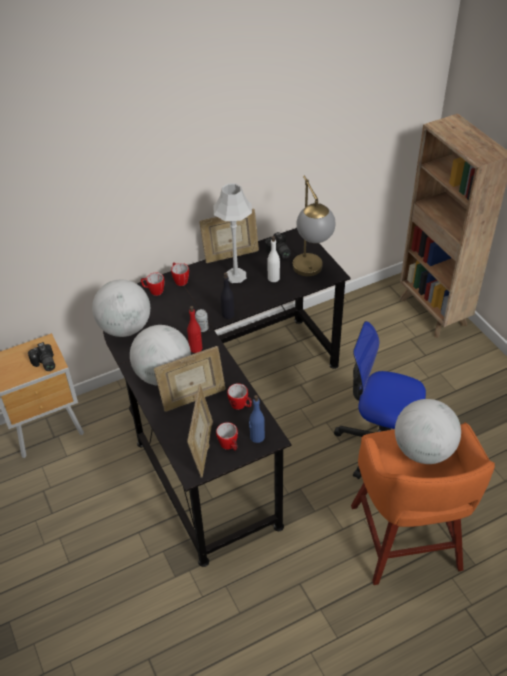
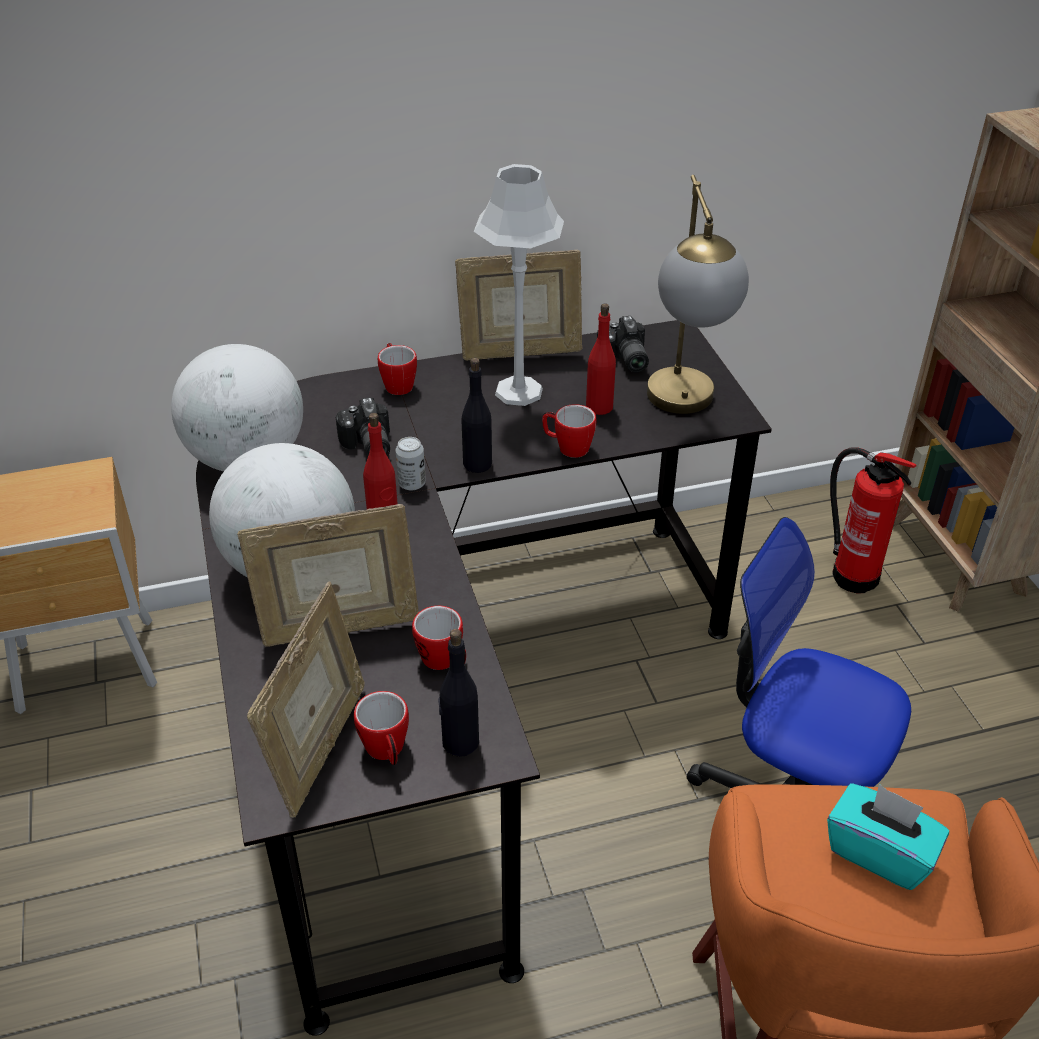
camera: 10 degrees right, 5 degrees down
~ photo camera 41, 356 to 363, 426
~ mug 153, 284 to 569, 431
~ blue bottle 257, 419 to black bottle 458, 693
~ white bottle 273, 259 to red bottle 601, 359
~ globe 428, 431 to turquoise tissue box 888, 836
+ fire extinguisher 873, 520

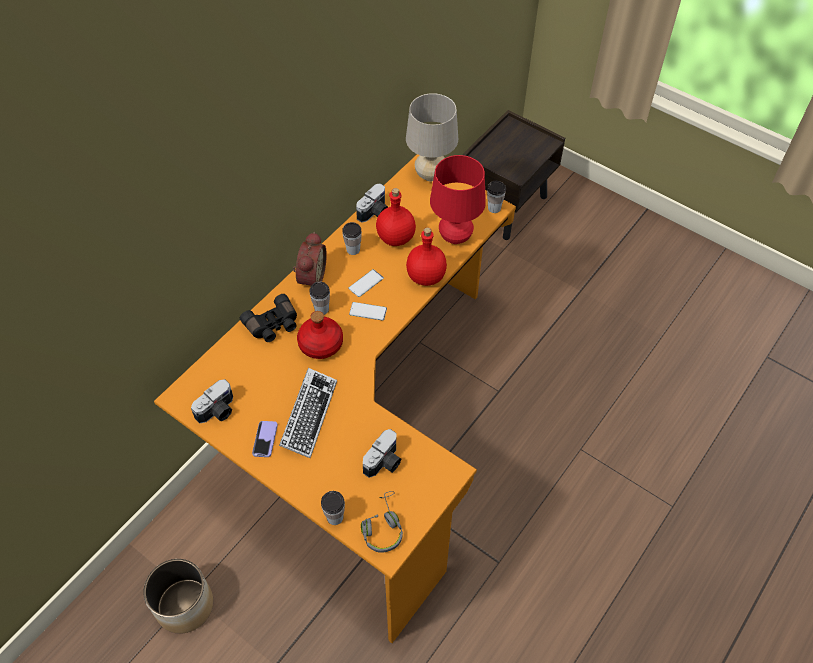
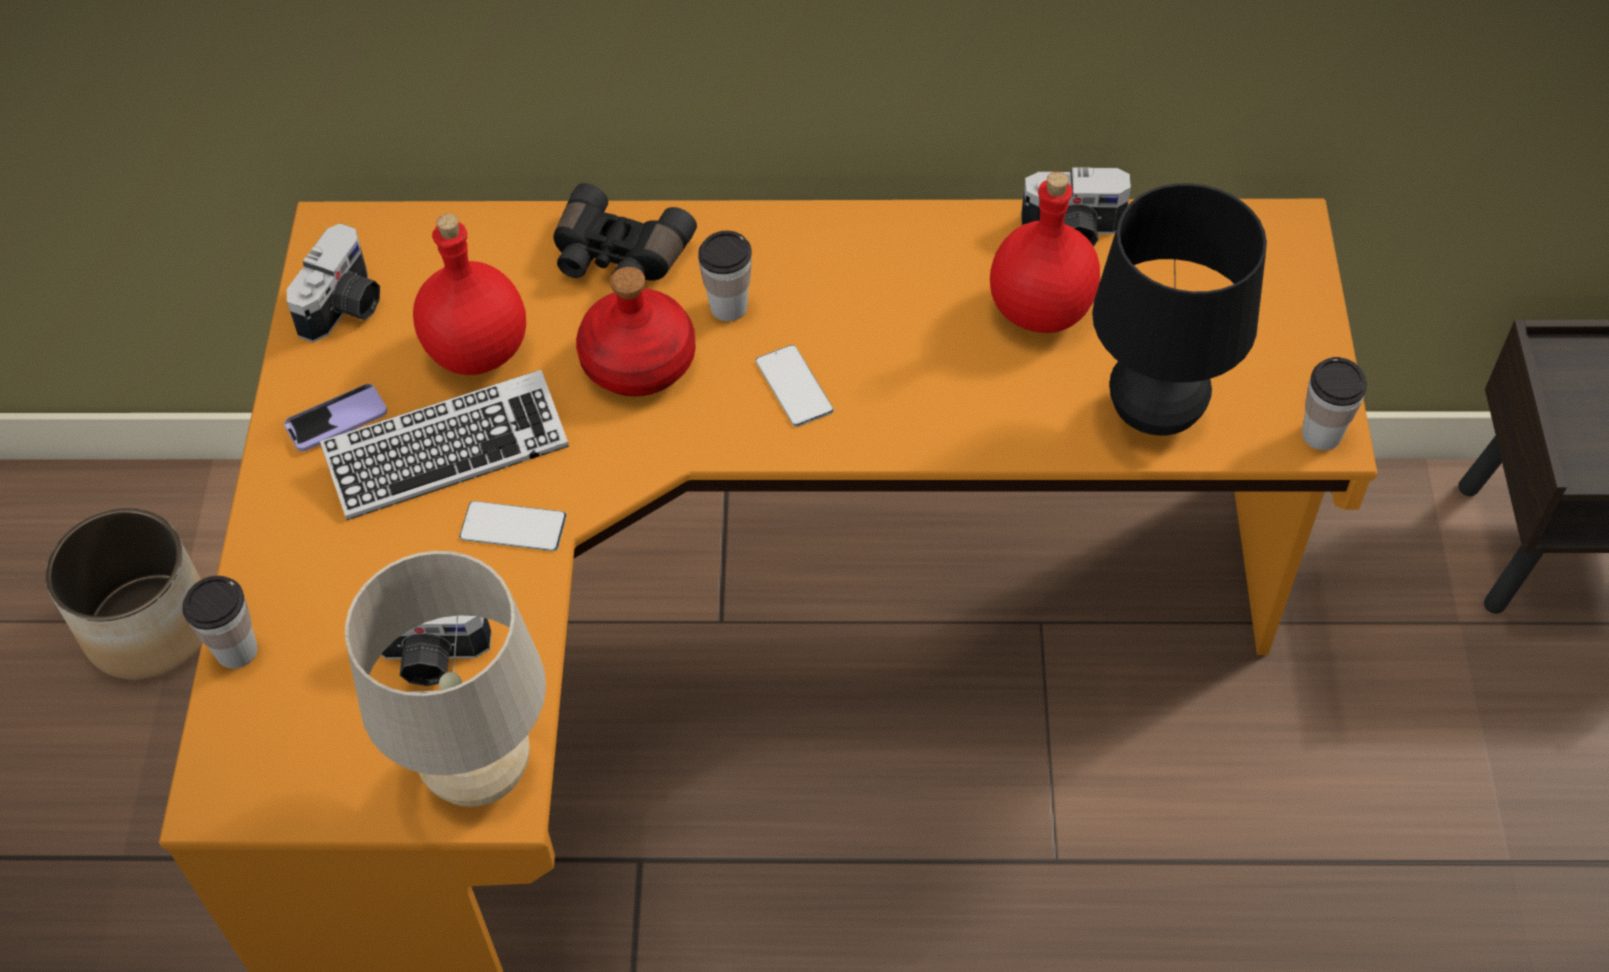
camera: 55 degrees right, 0 degrees up
~ photo camera 212, 401 = 333, 283 75 degrees counterclockwise
- alarm clock 310, 259
- cup 352, 238
~ phone 366, 283 to 513, 526
- grey headphones 382, 522
~ beige table lamp 432, 137 to 445, 679
~ red bottle 426, 256 to 469, 294
~ red table lamp 458, 199 to black table lamp 1179, 309

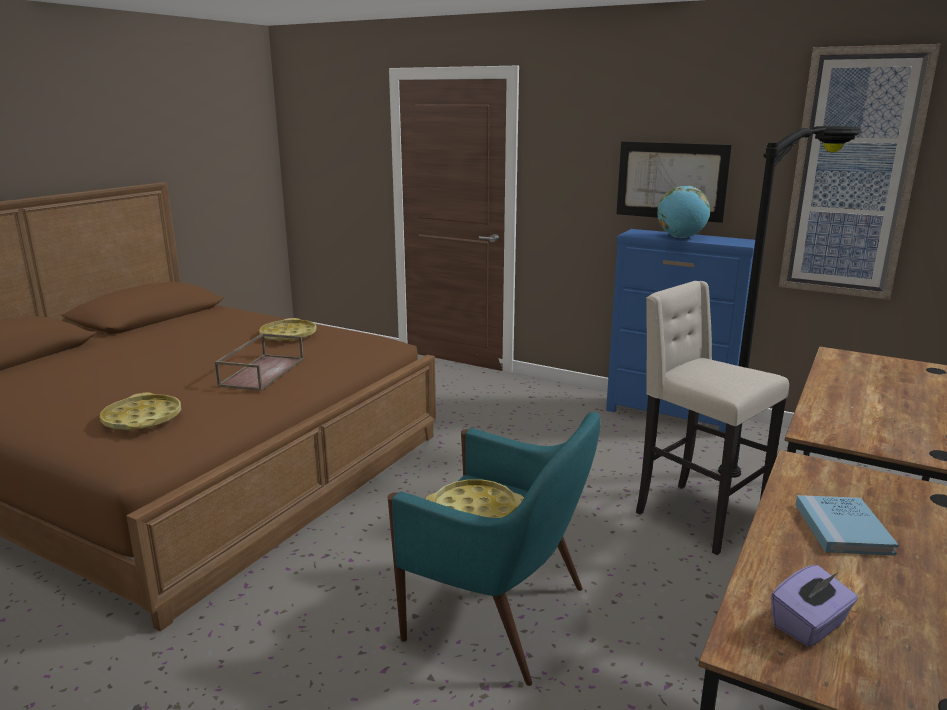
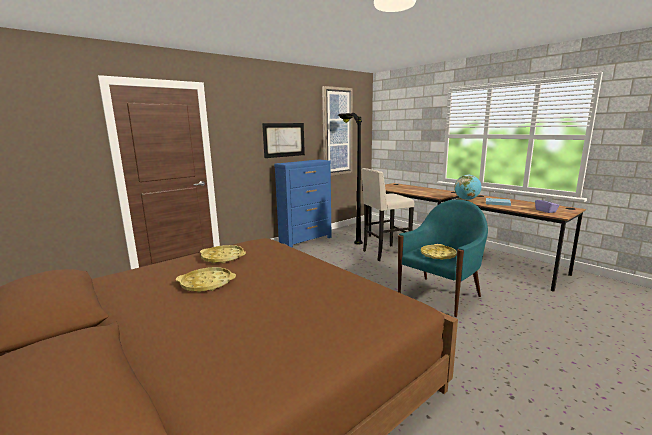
camera: 70 degrees left, 5 degrees down
~ yellow tray 140, 411 to 206, 279
- brown tray 259, 362
~ globe 683, 212 to 467, 187

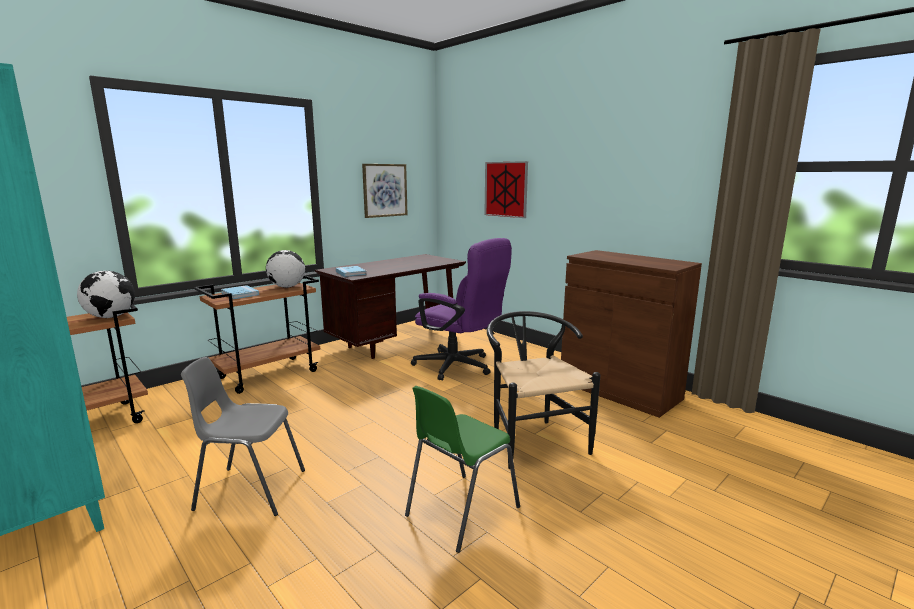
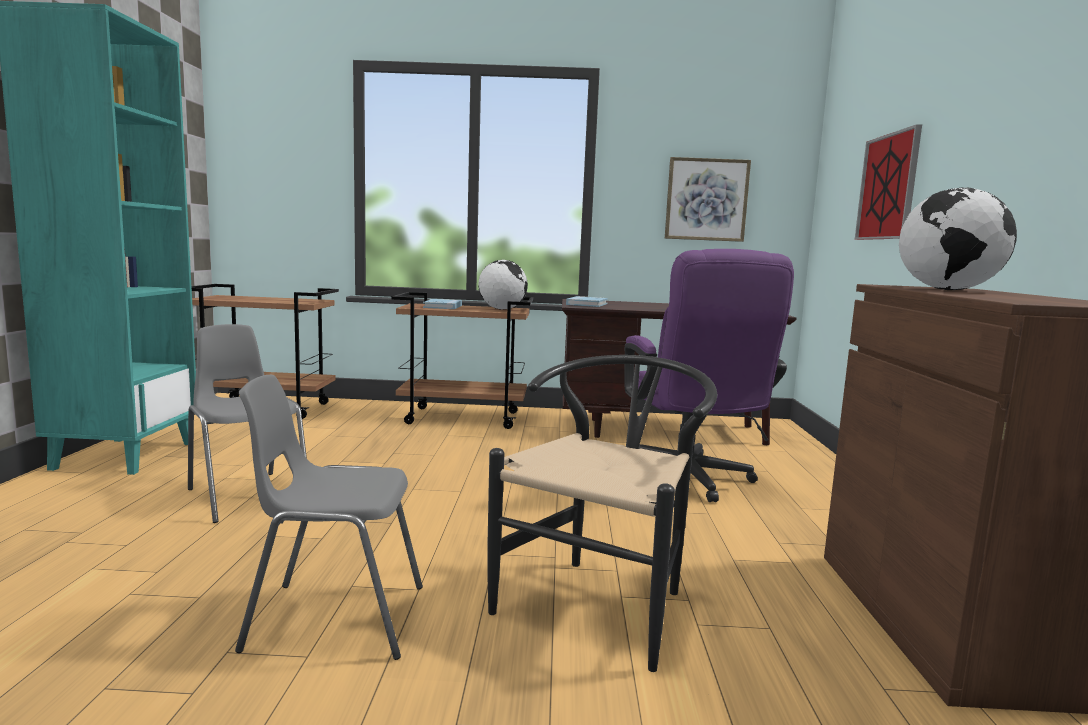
camera: 45 degrees right, 5 degrees down
~ globe 106, 294 to 958, 239
~ green chair 462, 469 to grey chair 329, 517

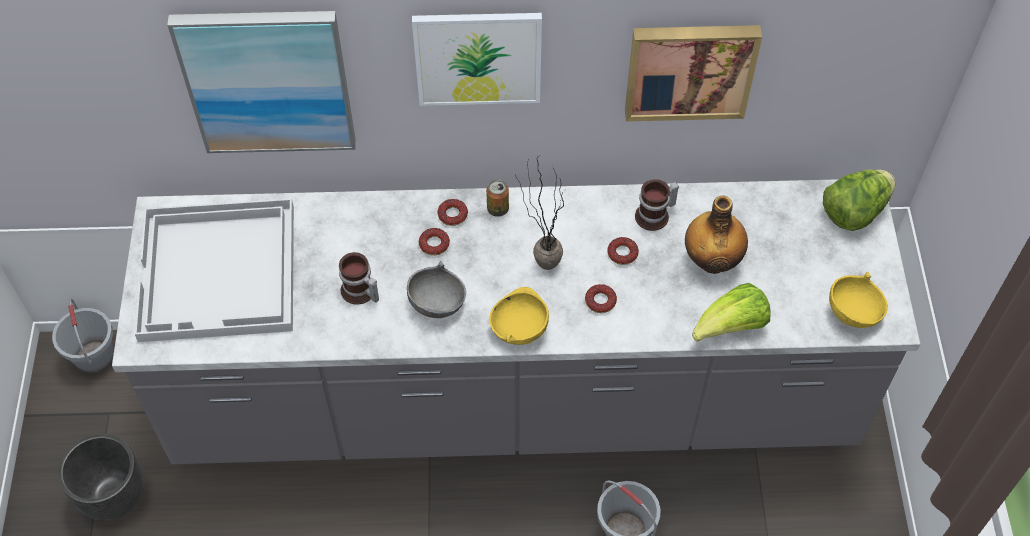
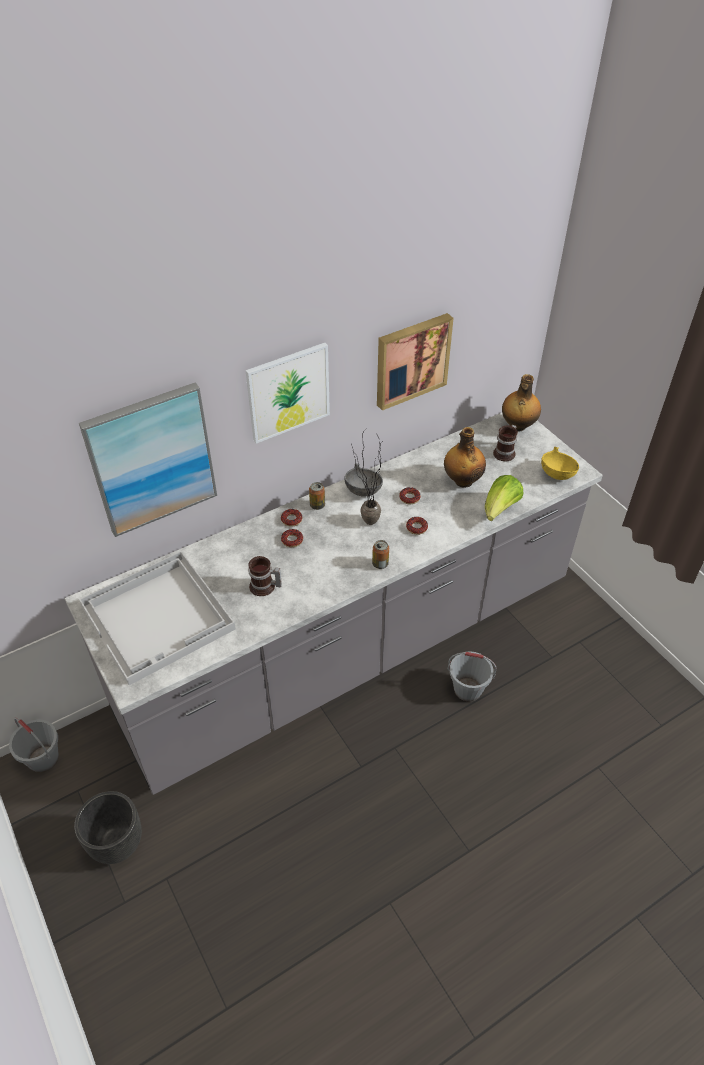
camera: 30 degrees left, 10 degrees down
~ grey bowl 436, 289 to 363, 480
~ yellow bowl 519, 316 to can 380, 554
~ mug 657, 205 to 505, 443
~ lettuce 859, 200 to bottle 521, 403

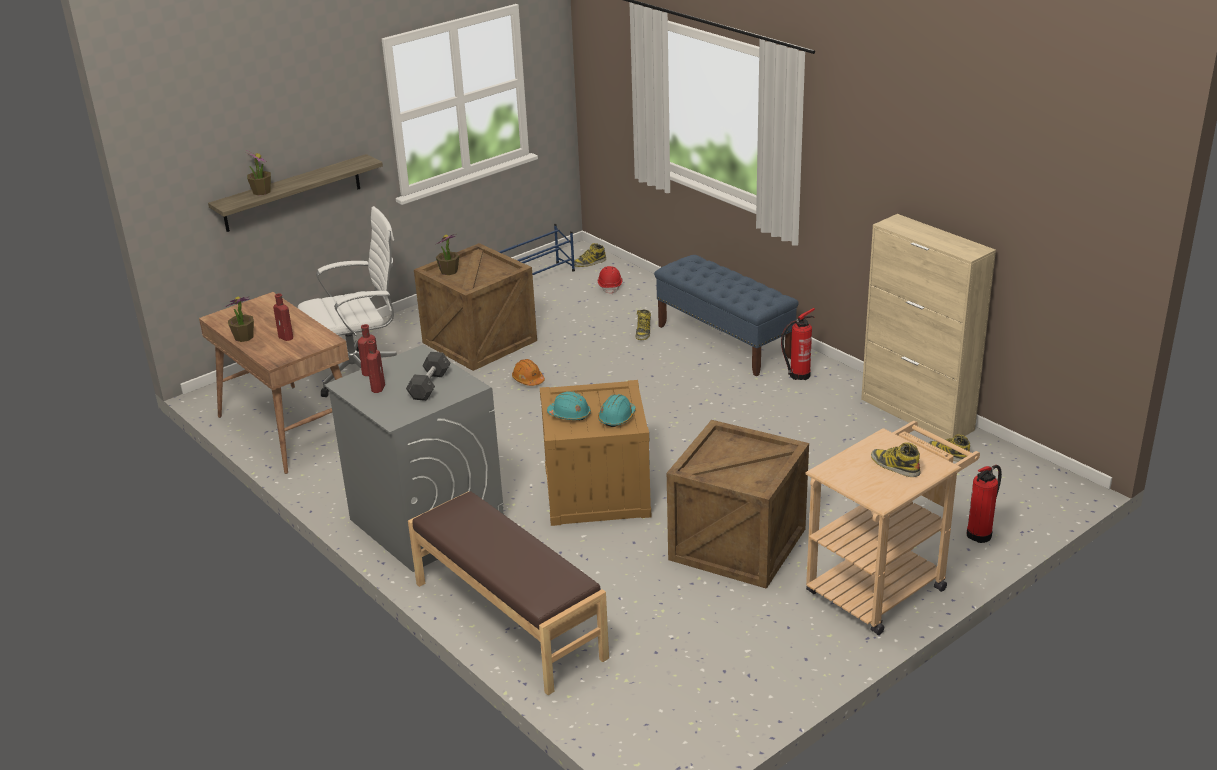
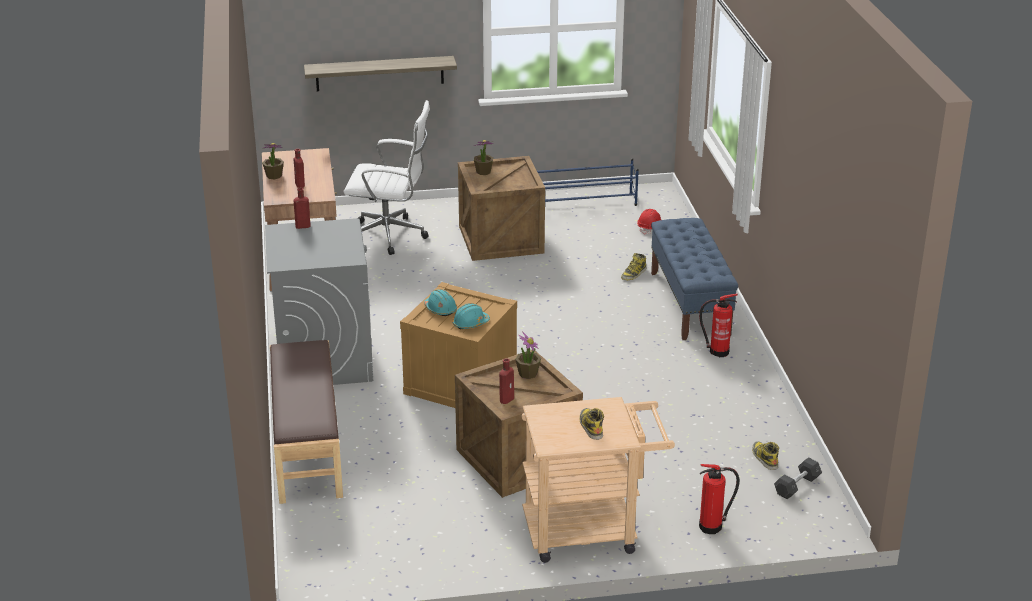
camera: 30 degrees right, 0 degrees up
~ potted plant 259, 174 to 528, 355
~ red bottle 375, 366 to 506, 381
~ grey dumbbell 428, 376 to 798, 478
- orange hard hat 528, 372
- boot 590, 255
- beige cabinet 928, 326

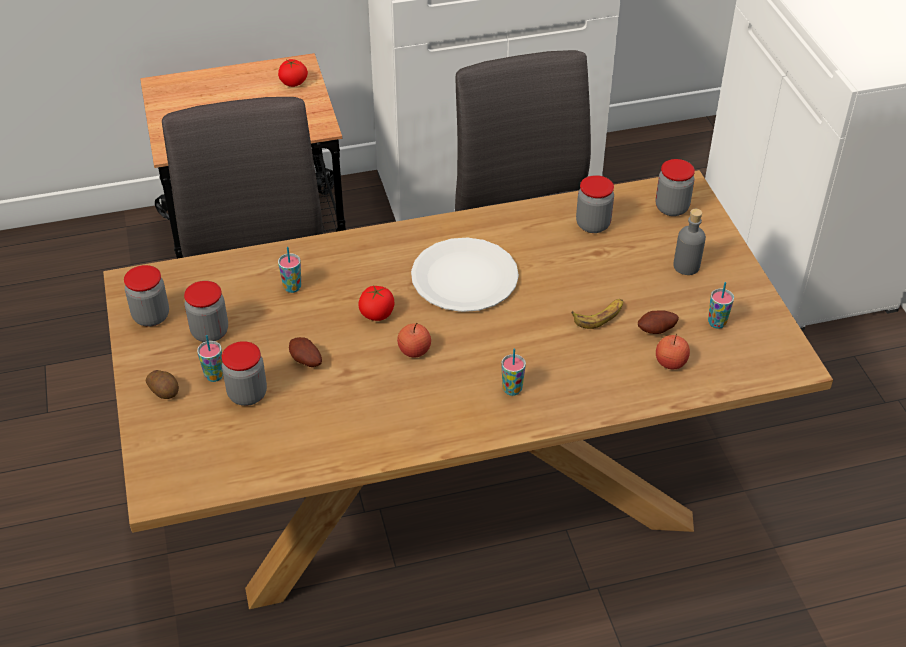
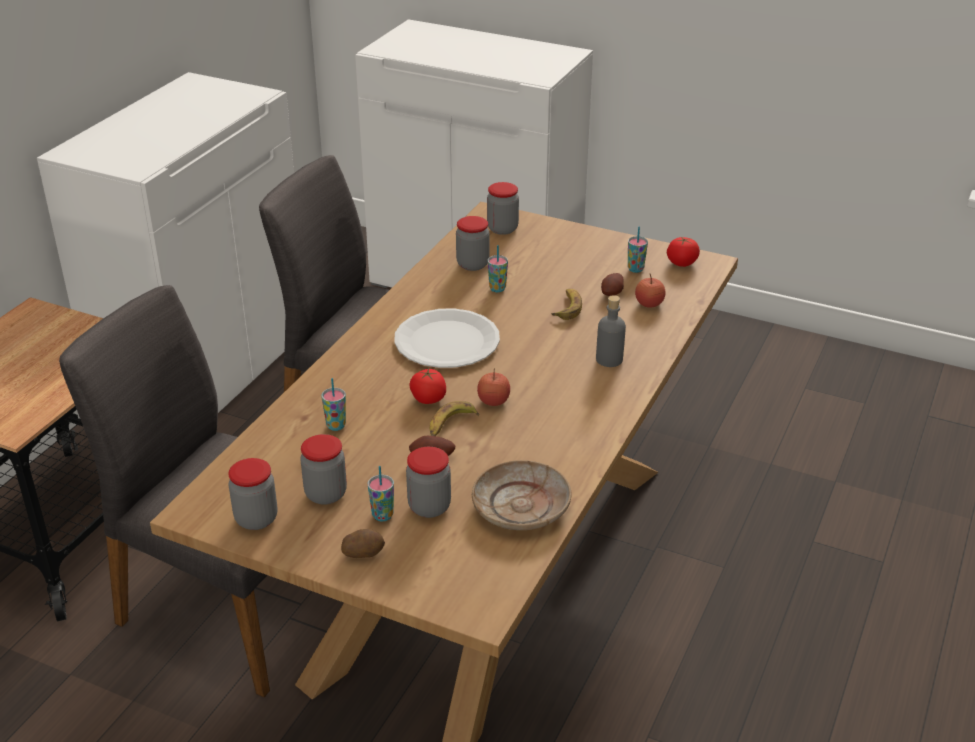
camera: 50 degrees left, 10 degrees down
~ tomato 293, 73 to 683, 252
~ cup 513, 372 to 498, 268
~ grey bottle 689, 242 to 611, 331
+ banana 454, 418
+ beige plate 522, 495

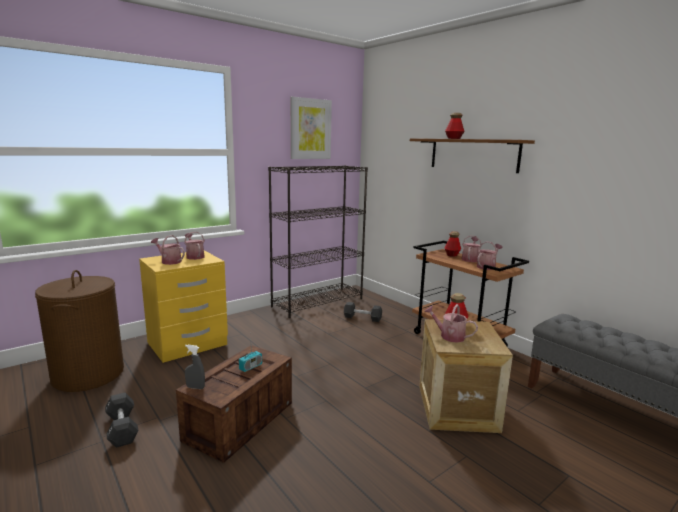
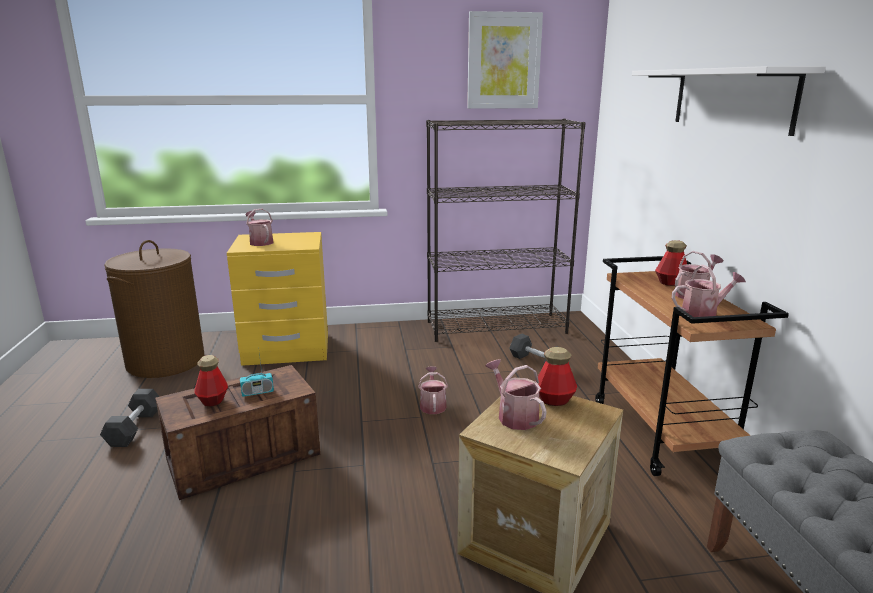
camera: 30 degrees right, 5 degrees up
~ watering can 194, 246 to 433, 390
- grey spray bottle 195, 367
~ brown shelf 472, 155 to white shelf 729, 101
~ bottle 455, 126 to 211, 380

